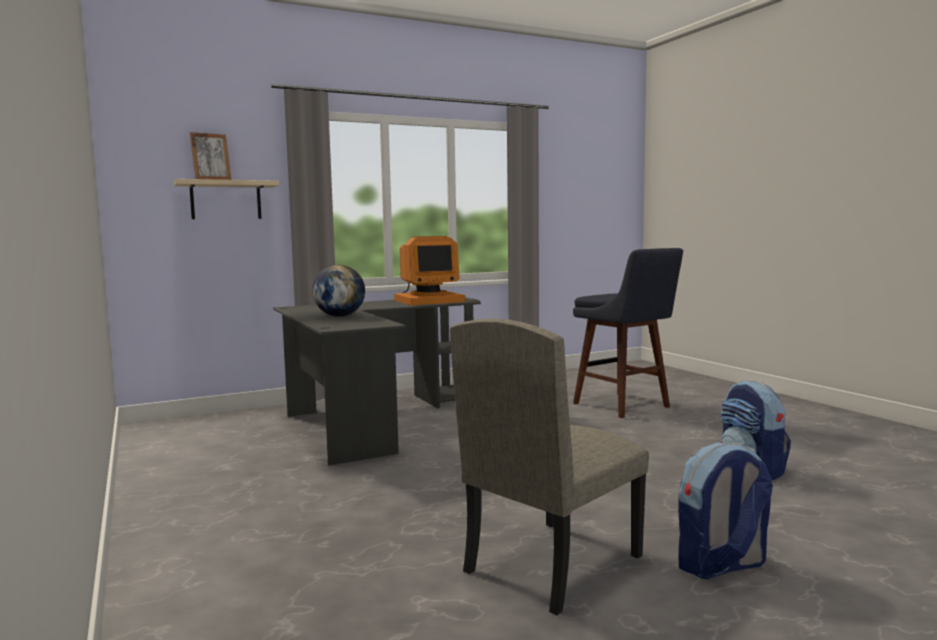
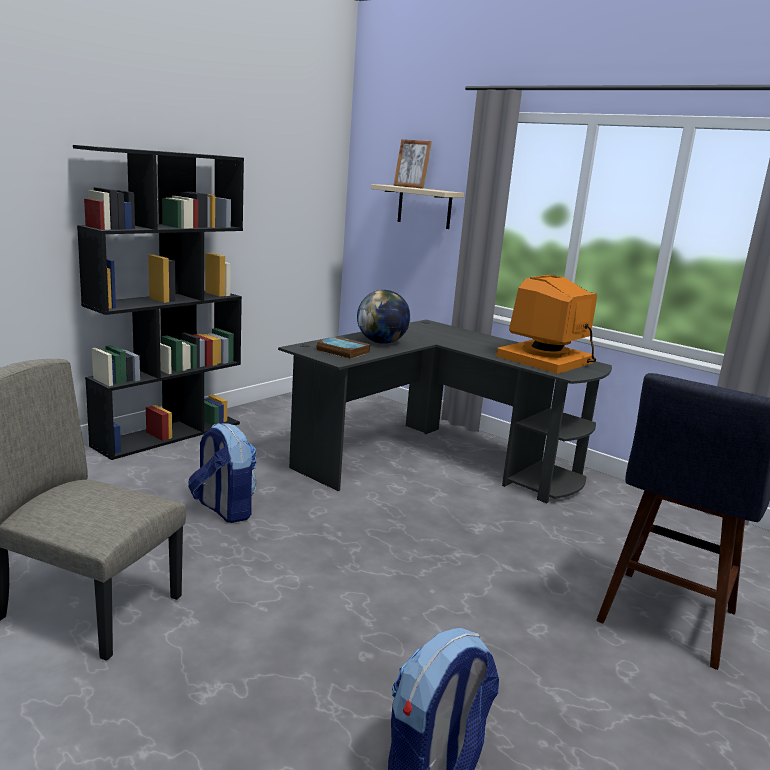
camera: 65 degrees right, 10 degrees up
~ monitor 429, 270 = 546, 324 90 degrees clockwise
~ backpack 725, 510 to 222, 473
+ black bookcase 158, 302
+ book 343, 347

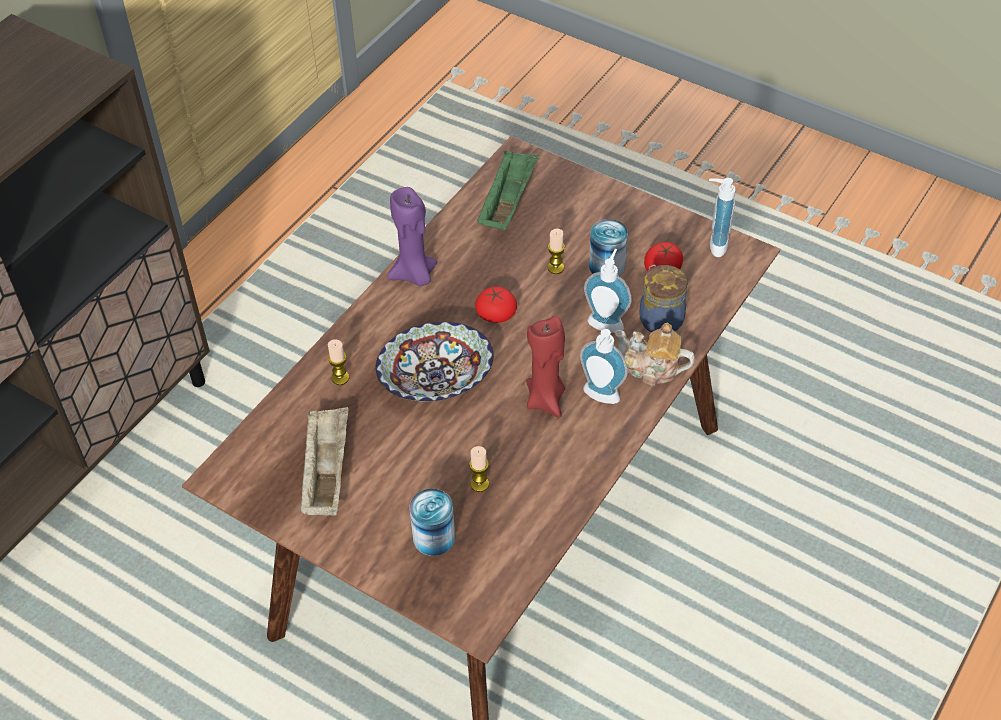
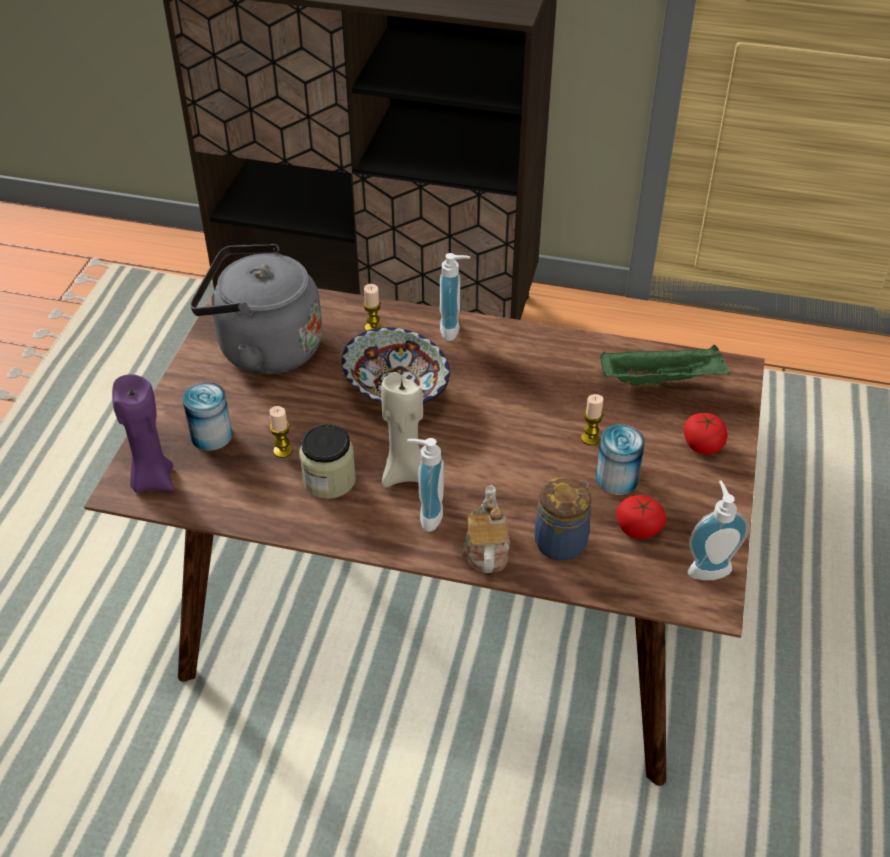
camera: 70 degrees right, 5 degrees down
~ beige tray 324, 461 to grey kettle 256, 309
~ purple candle 413, 236 to 143, 433
~ tomato 496, 304 to 705, 434
~ red candle 545, 367 to beige candle 402, 429
~ soap dispenser 608, 291 to 455, 297
+ jar 327, 461

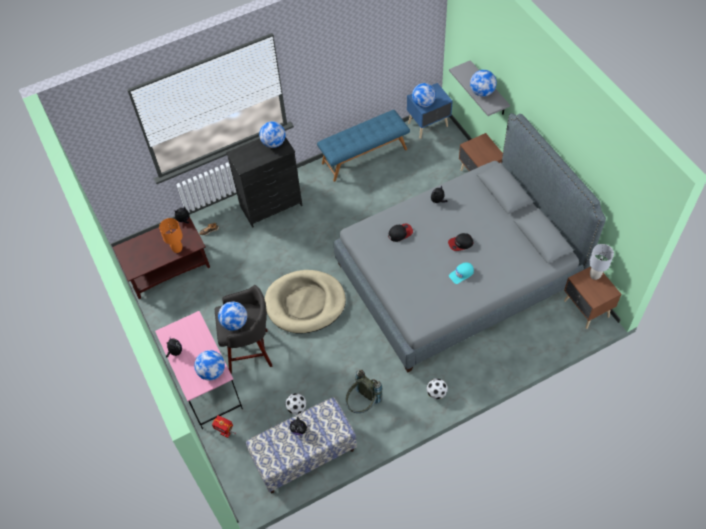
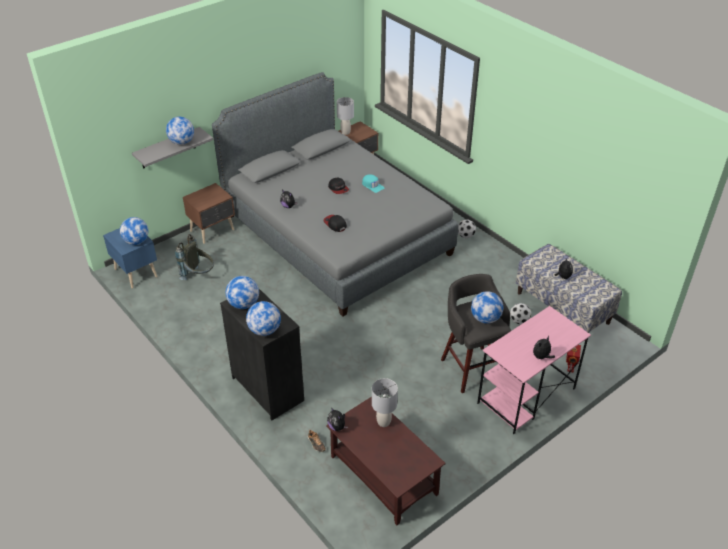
camera: 105 degrees left, 15 degrees down
~ orange table lamp 171, 235 to grey table lamp 385, 402
~ globe 209, 365 to 263, 318
- beige dog bed 305, 301
- blue bench 363, 146
~ grey backpack 364, 391 to 194, 257

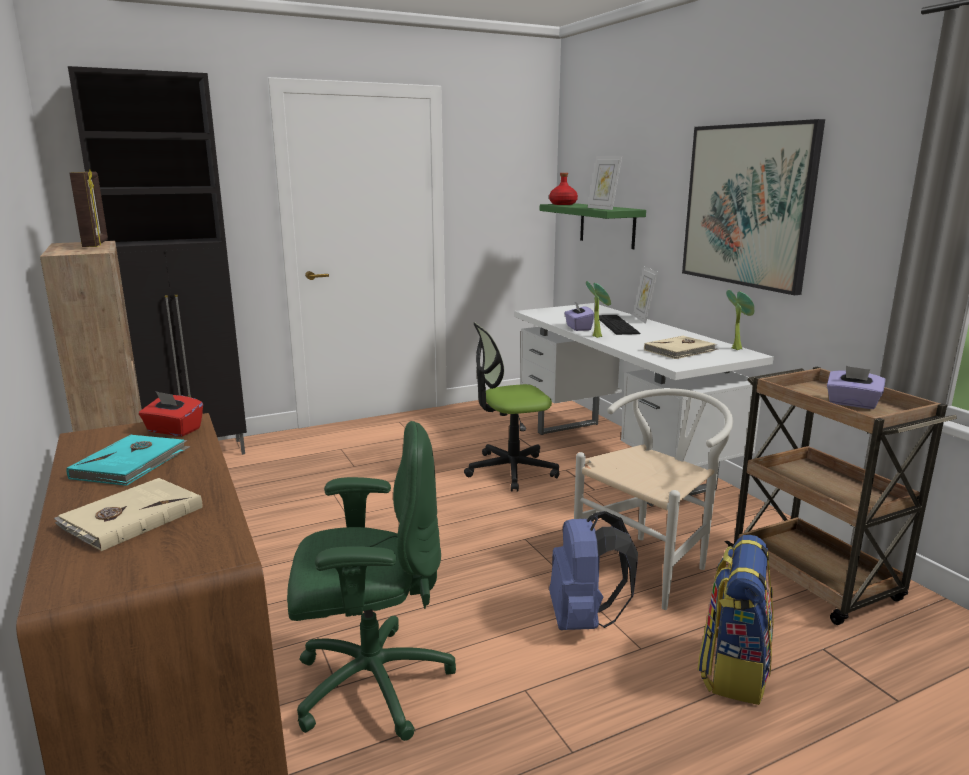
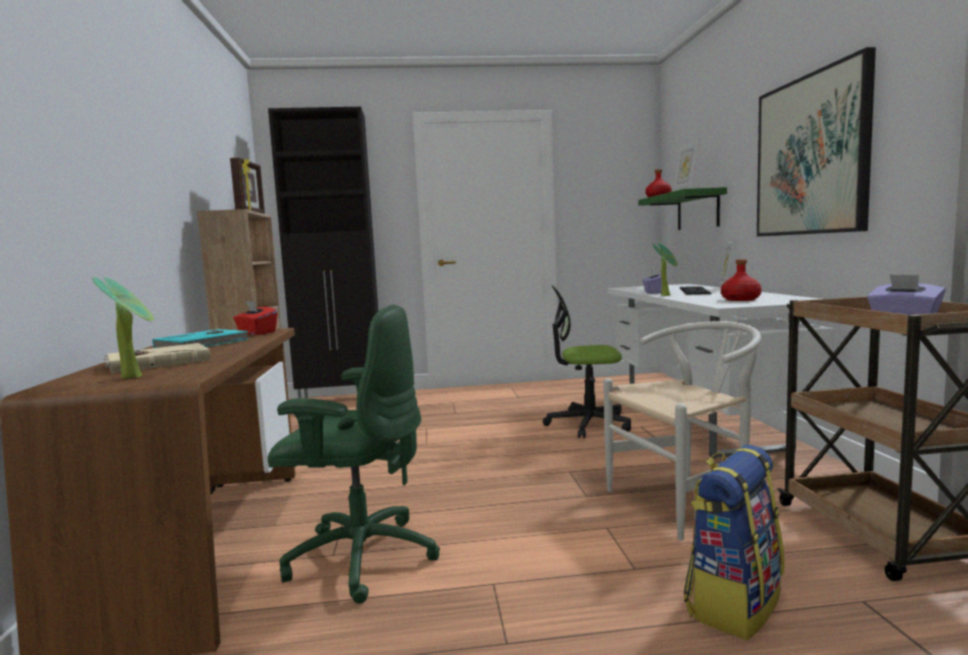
camera: 20 degrees right, 10 degrees down
- blue backpack 593, 570
~ beige book 681, 347 to red bottle 741, 280
~ potted plant 740, 320 to 123, 328

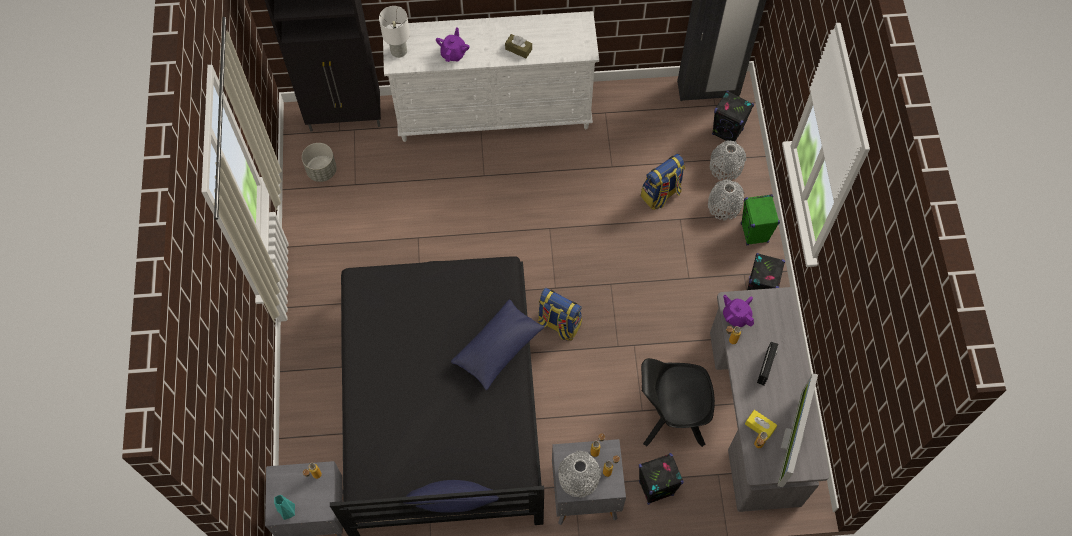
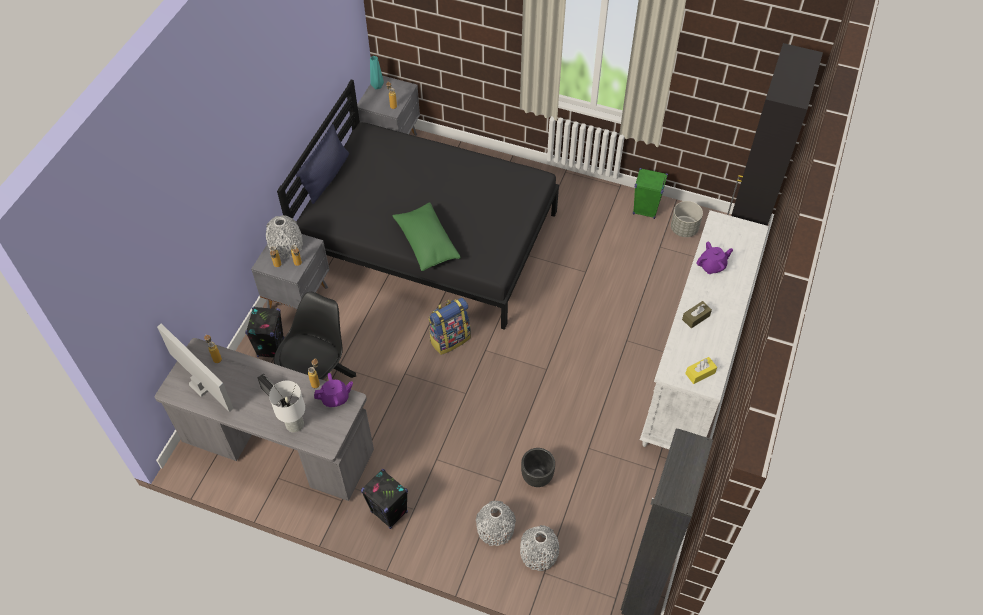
camera: 115 degrees right, 10 degrees down
~ white table lamp 394, 32 to 287, 406
~ purple teapot 453, 44 = 714, 258 60 degrees counterclockwise
~ blue pillow 497, 344 to green pillow 426, 237
~ backpack 663, 182 to black planter 538, 467
- black speaker 733, 116
~ green speaker 760, 219 to 650, 193
~ yellow tissue box 761, 425 to 701, 370

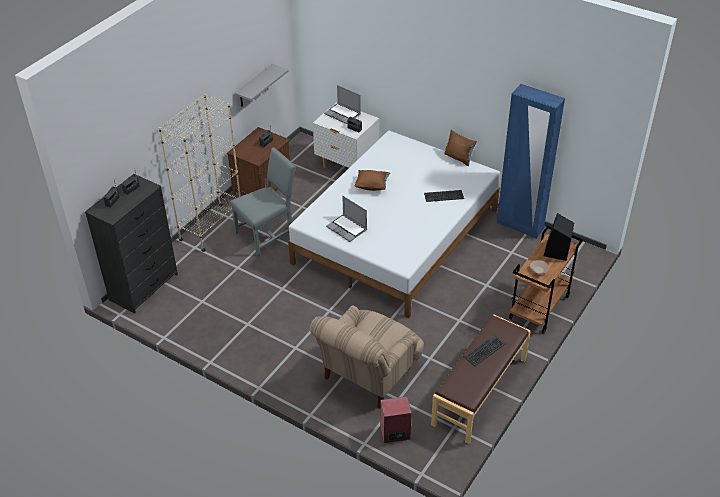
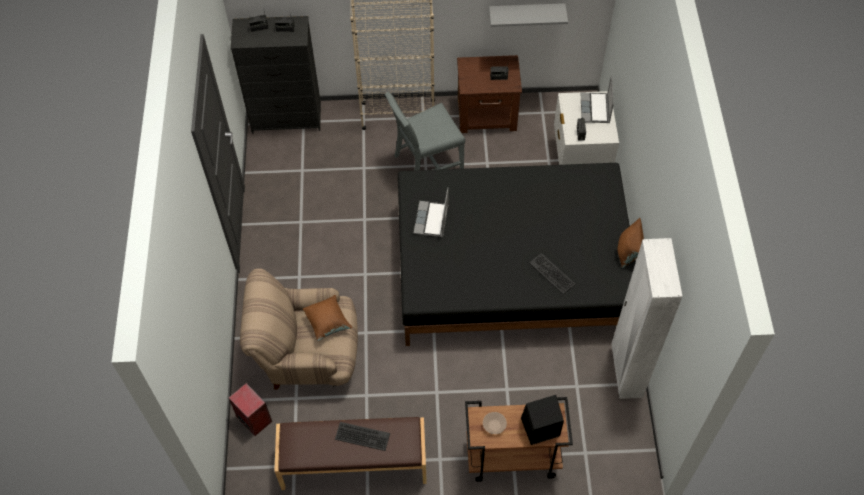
camera: 55 degrees right, 15 degrees up
~ grey chair 263, 202 = 425, 131 135 degrees clockwise
~ white bed 394, 224 to black bed 517, 254
~ brown pillow 372, 180 to 327, 318
~ blue wardrobe 531, 161 to white wardrobe 647, 318

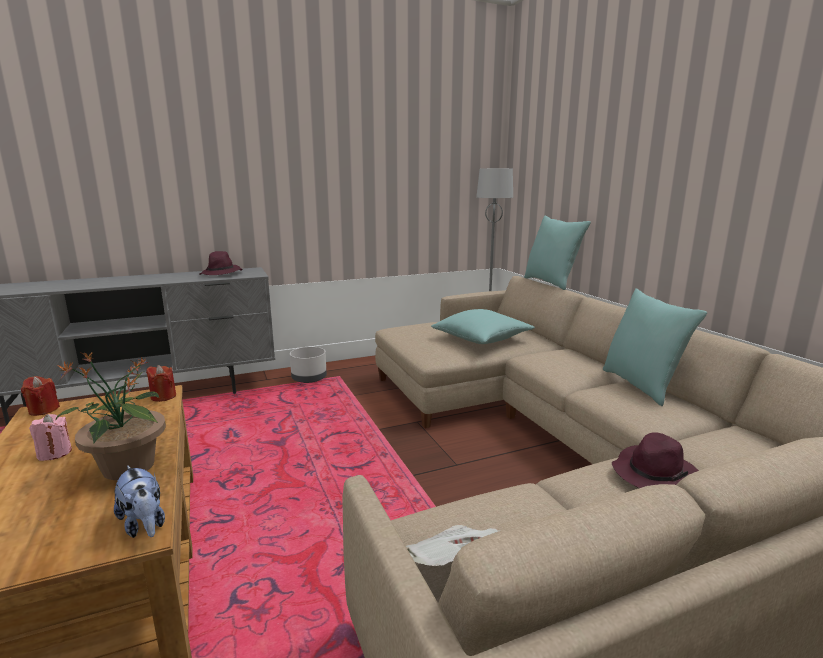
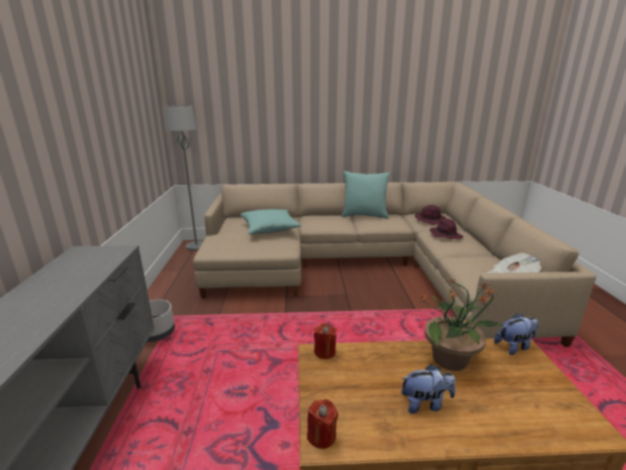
camera: 70 degrees left, 5 degrees up
~ pink candle 50, 437 to plush toy 428, 389
~ purple hat 220, 263 to 430, 215
- turquoise pillow 557, 253

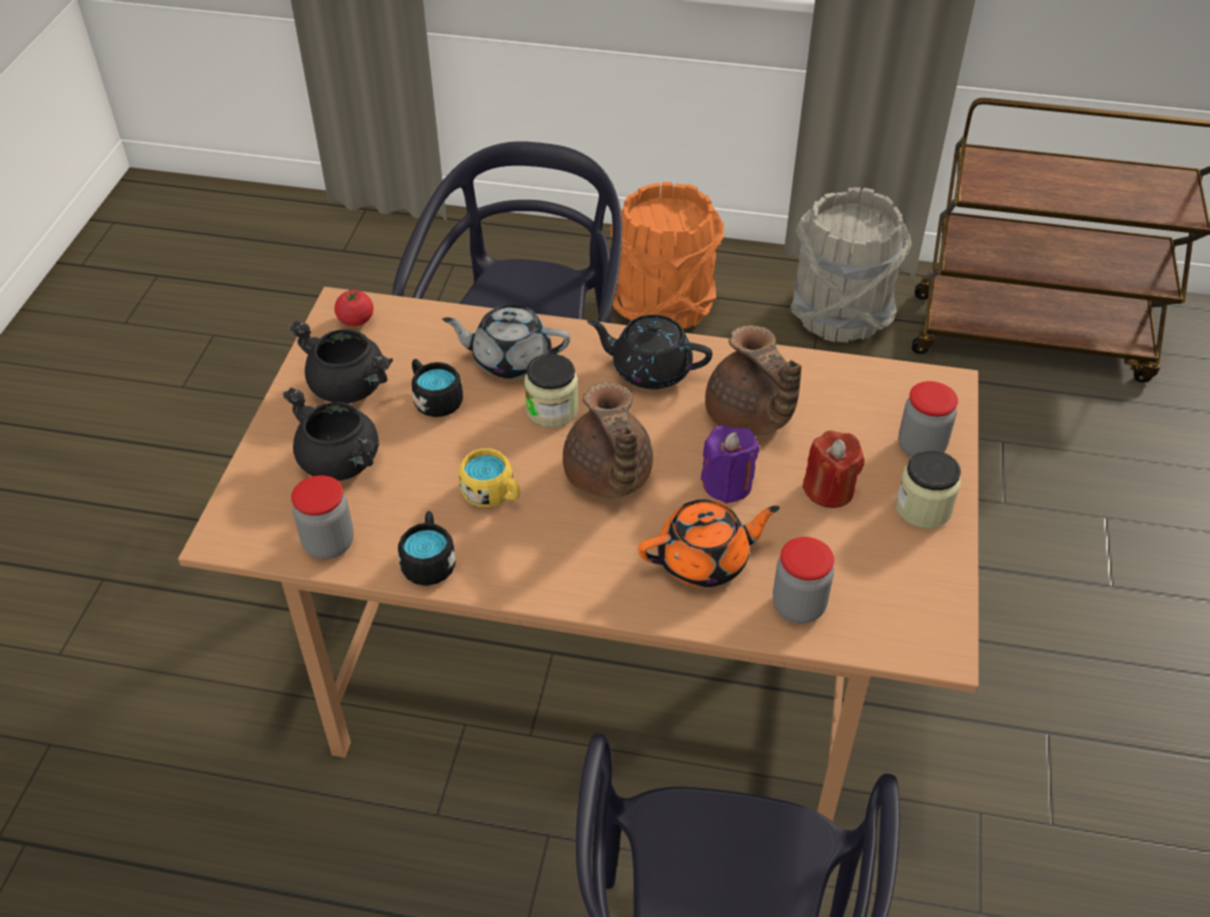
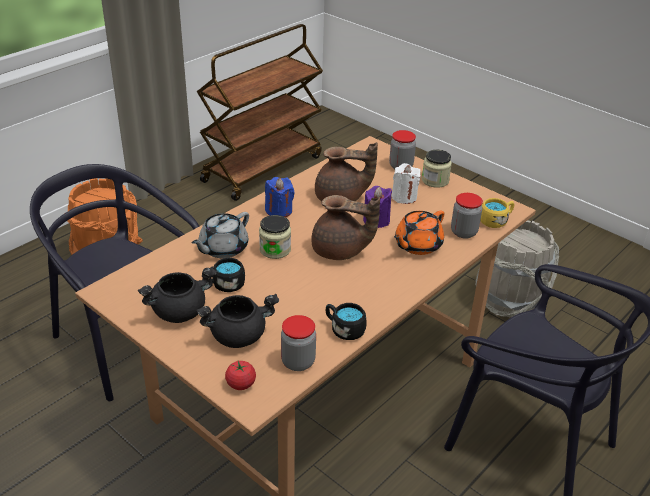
camera: 60 degrees left, 10 degrees down
~ tomato 354, 307 to 240, 375
~ yellow mug 489, 477 to 497, 213
~ black teapot 650, 352 to blue candle 280, 197
~ orange teapot 709, 543 = 419, 233 150 degrees counterclockwise
~ grey bucket 851, 264 to 517, 269
~ red candle 833, 469 to white candle 406, 183

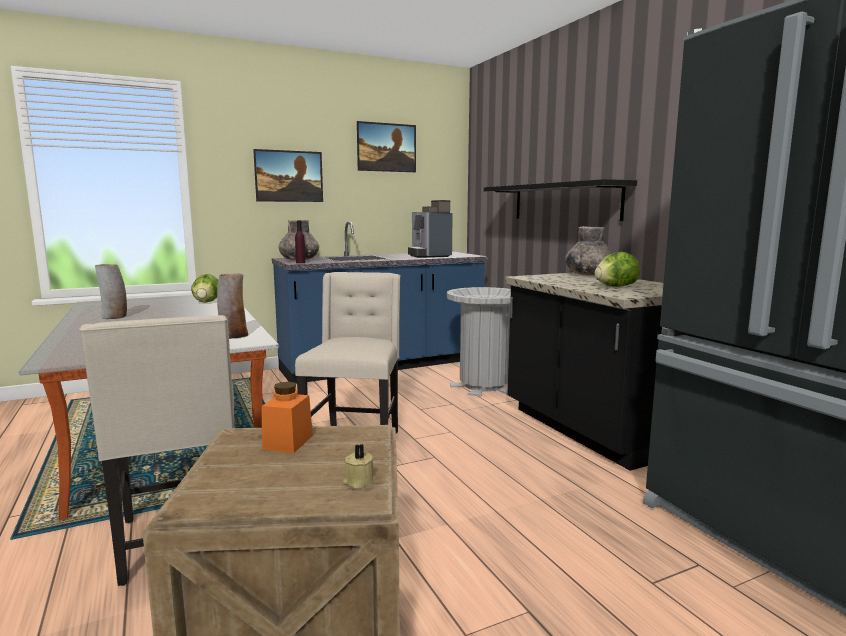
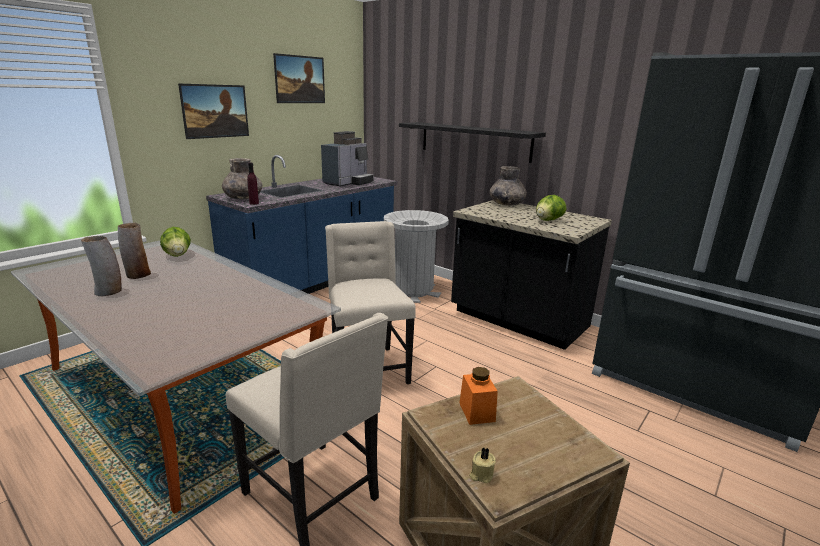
camera: 25 degrees left, 10 degrees up
~ vase 232, 306 to 134, 251
~ beige candle 359, 466 to 482, 465
~ coffee machine 430, 229 = 347, 158 105 degrees counterclockwise

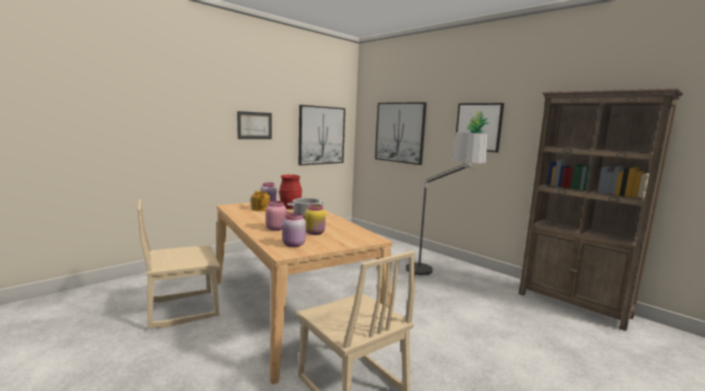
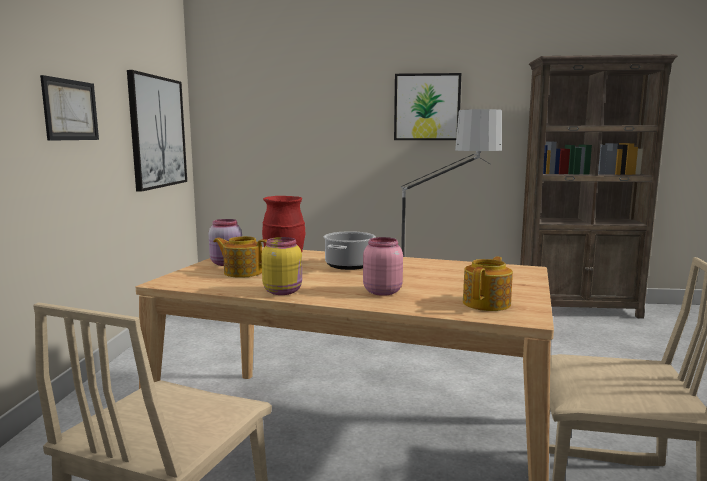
camera: 40 degrees left, 0 degrees up
~ pink jar 294, 230 to teapot 488, 283
~ yellow jar 315, 219 to 282, 266
- picture 401, 133

